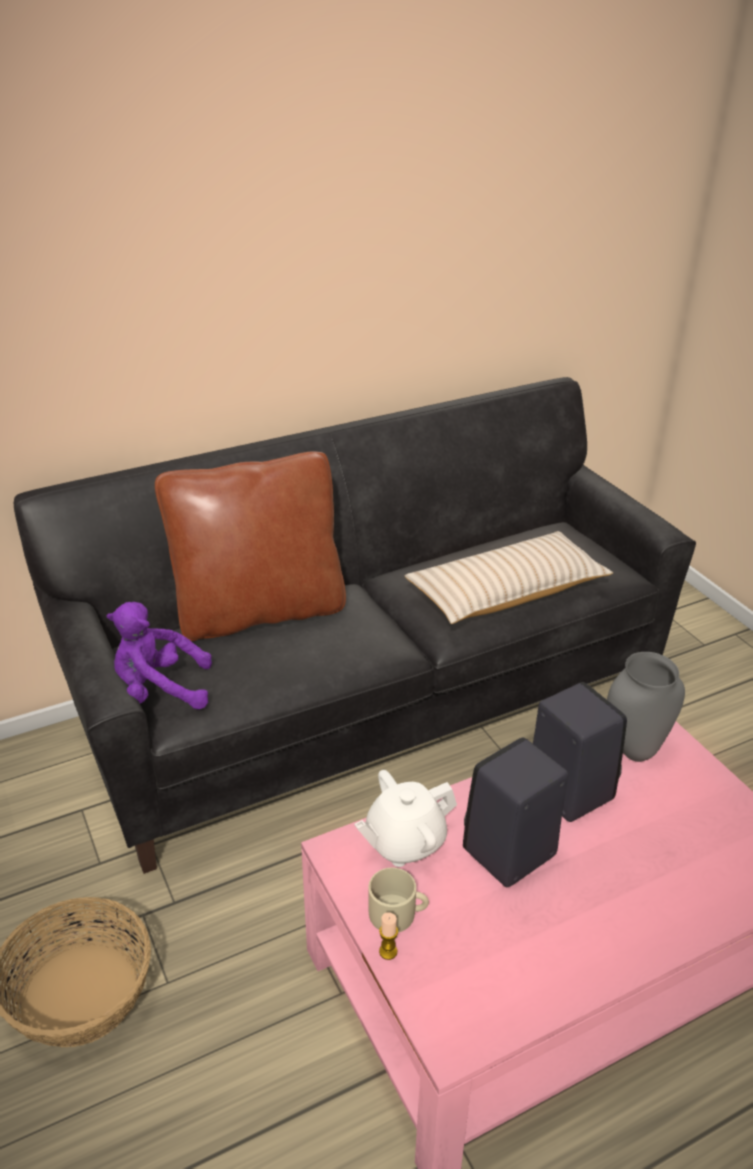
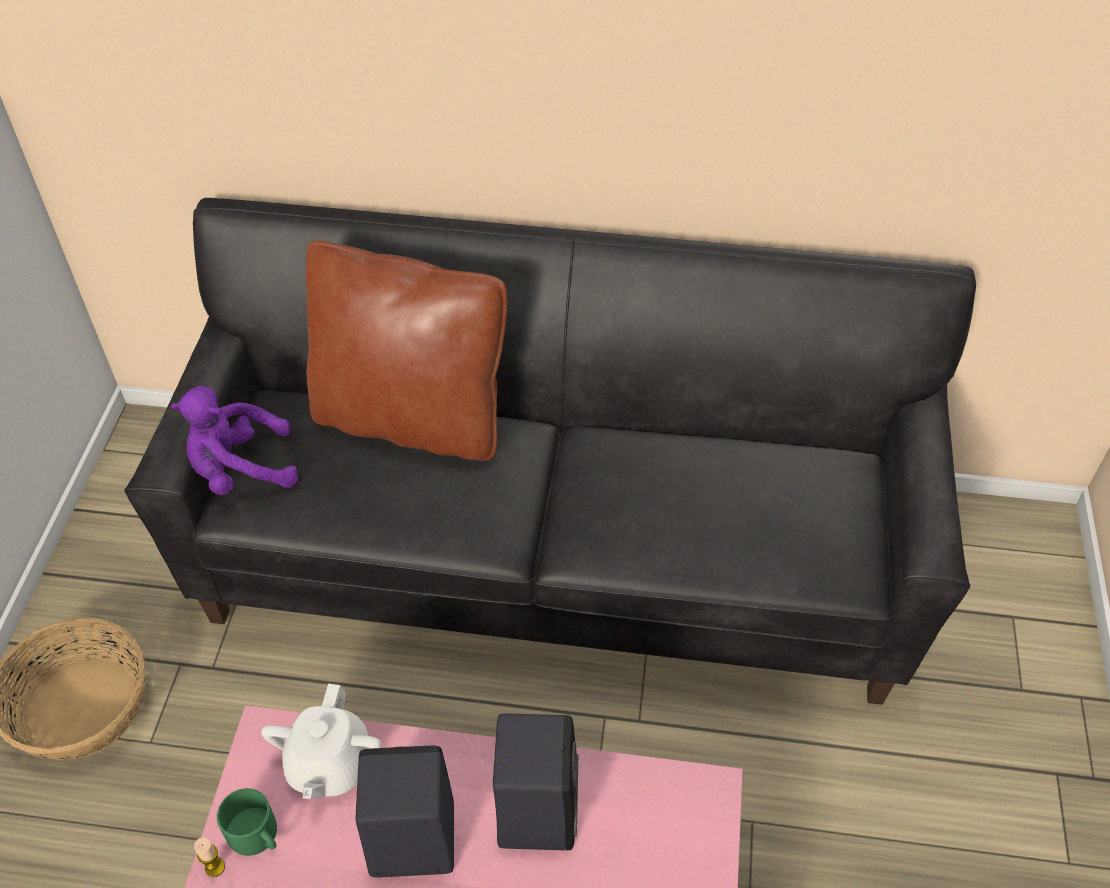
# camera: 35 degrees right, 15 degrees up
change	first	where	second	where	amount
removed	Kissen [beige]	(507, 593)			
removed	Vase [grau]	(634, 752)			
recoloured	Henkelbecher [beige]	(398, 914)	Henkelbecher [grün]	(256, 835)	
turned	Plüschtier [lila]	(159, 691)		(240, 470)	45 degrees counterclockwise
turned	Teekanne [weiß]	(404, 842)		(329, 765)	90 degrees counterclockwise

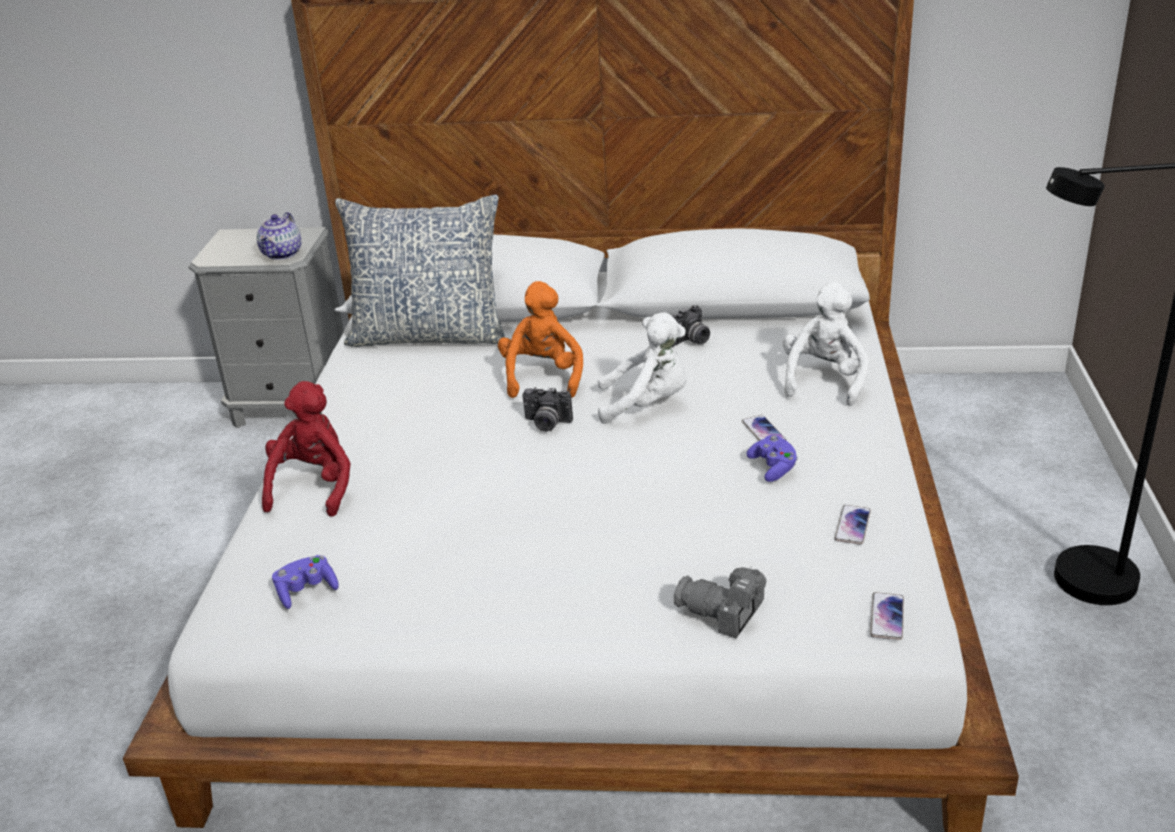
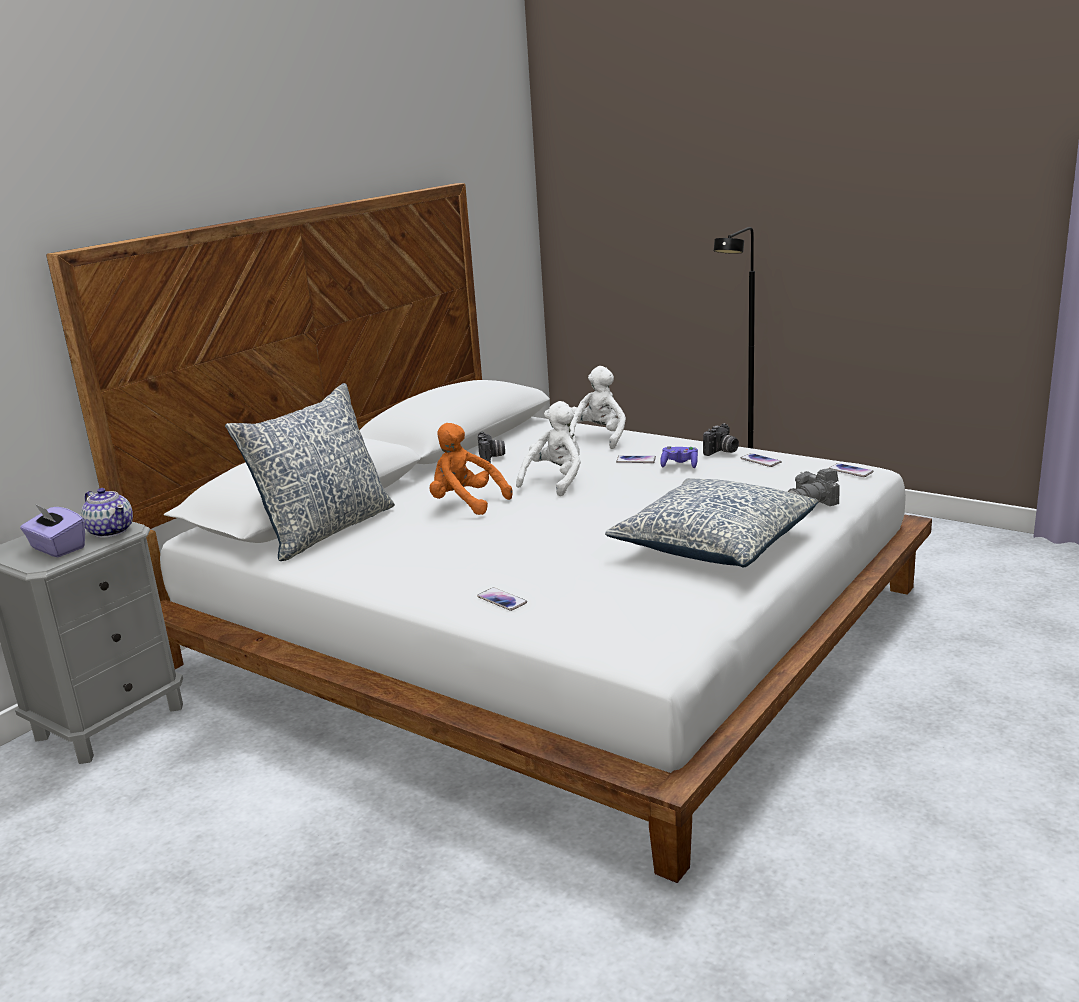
# camera: 60 degrees left, 10 degrees down
change	first	where	second	where	amount
removed	Gamepad [lila]	(306, 591)			
added			Taschentuchbox [lila]	(57, 548)	
added			Kissen	(714, 543)	
moved	Kamera	(546, 424)		(722, 452)	
replaced	Plüschtier [rot]	(314, 487)	Handy	(502, 600)	
turned	Plüschtier [weiß]	(824, 380)		(598, 438)	60 degrees clockwise

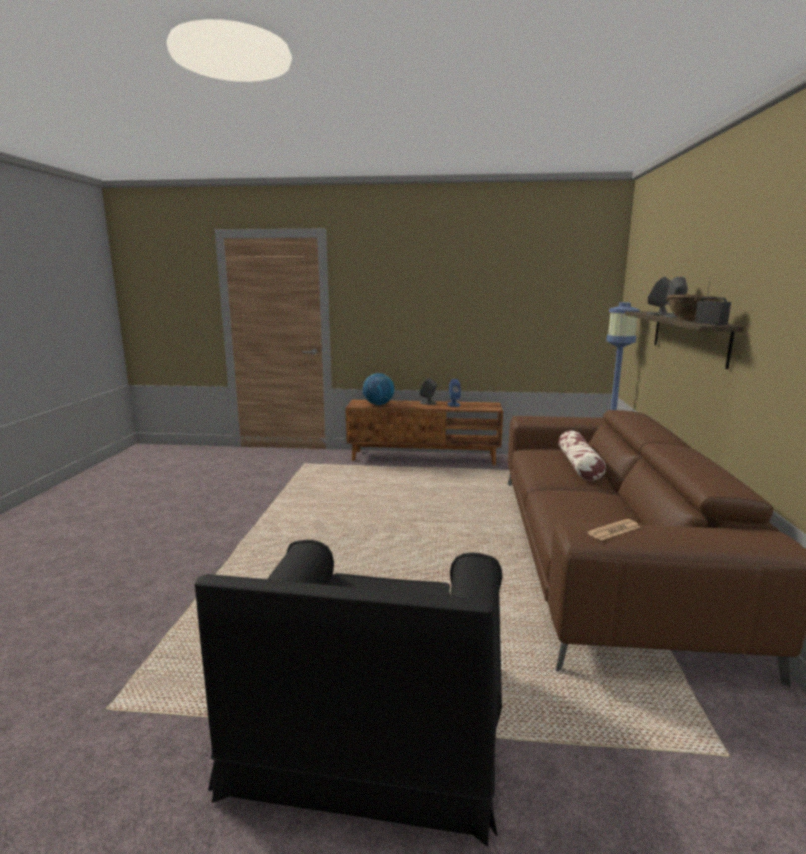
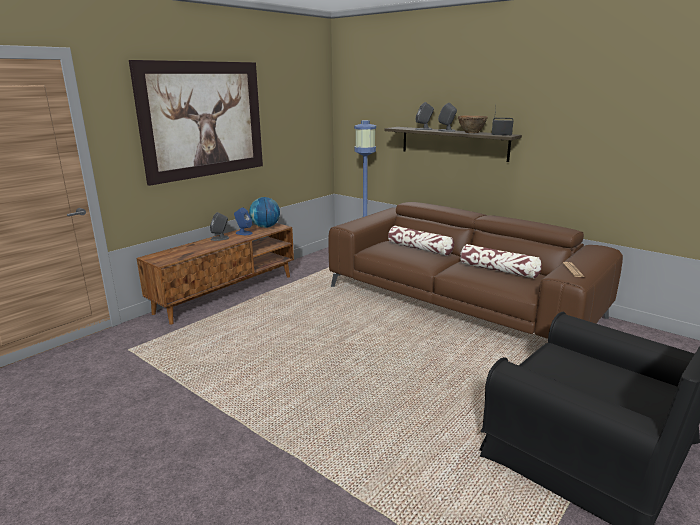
# camera: 55 degrees left, 5 degrees up
change	first	where	second	where	amount
added			Bild	(203, 120)	
added			Kissen	(498, 270)	
moved	Globus	(378, 404)		(265, 227)	

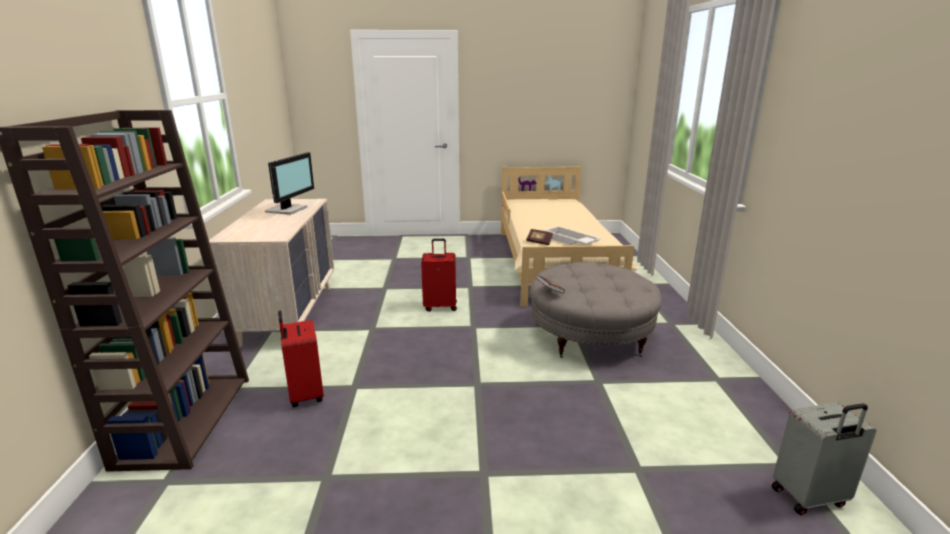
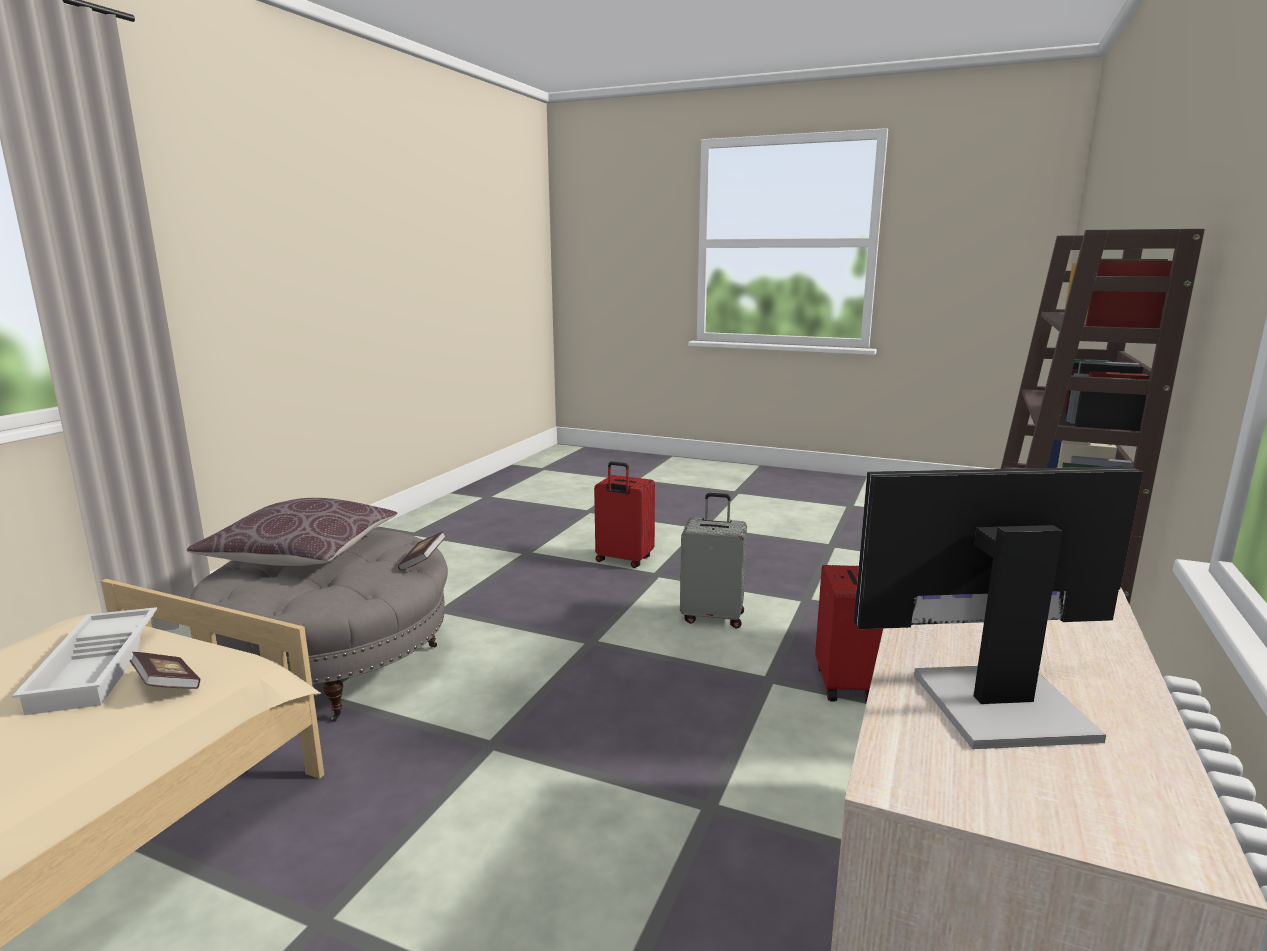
# camera: 155 degrees left, 5 degrees down
change	first	where	second	where	amount
added			Kissen [braun]	(302, 554)	
moved	Koffer [rot]	(440, 306)		(623, 560)	
moved	Koffer [grau]	(809, 498)		(713, 616)	
turned	Monitor	(288, 209)		(995, 702)	45 degrees clockwise

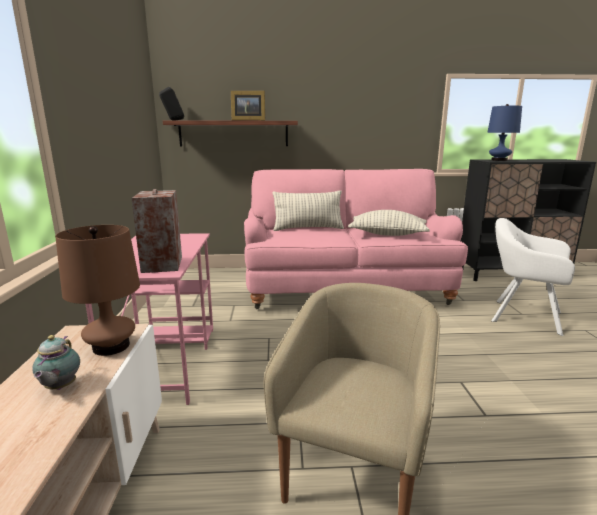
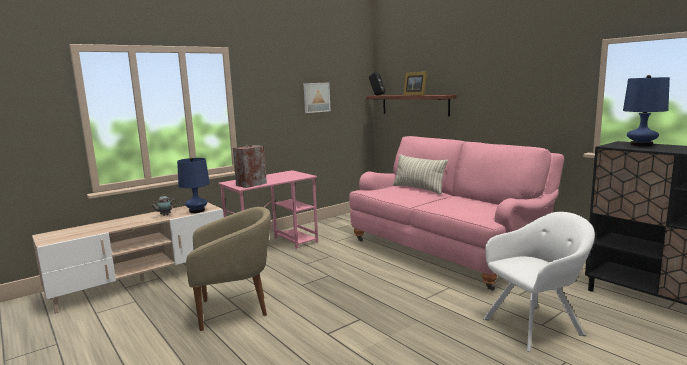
# camera: 55 degrees right, 5 degrees down
change	first	where	second	where	amount
removed	Kissen	(387, 234)			
added			Bild	(316, 97)	
recoloured	Tischlampe [braun]	(111, 346)	Tischlampe [blau]	(197, 211)	
turned	Sessel [weiß]	(522, 316)		(536, 325)	75 degrees clockwise

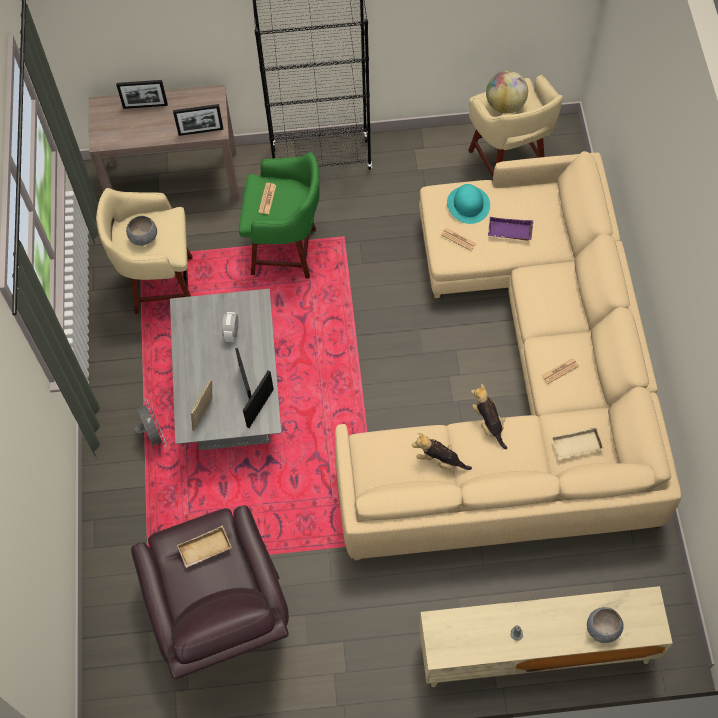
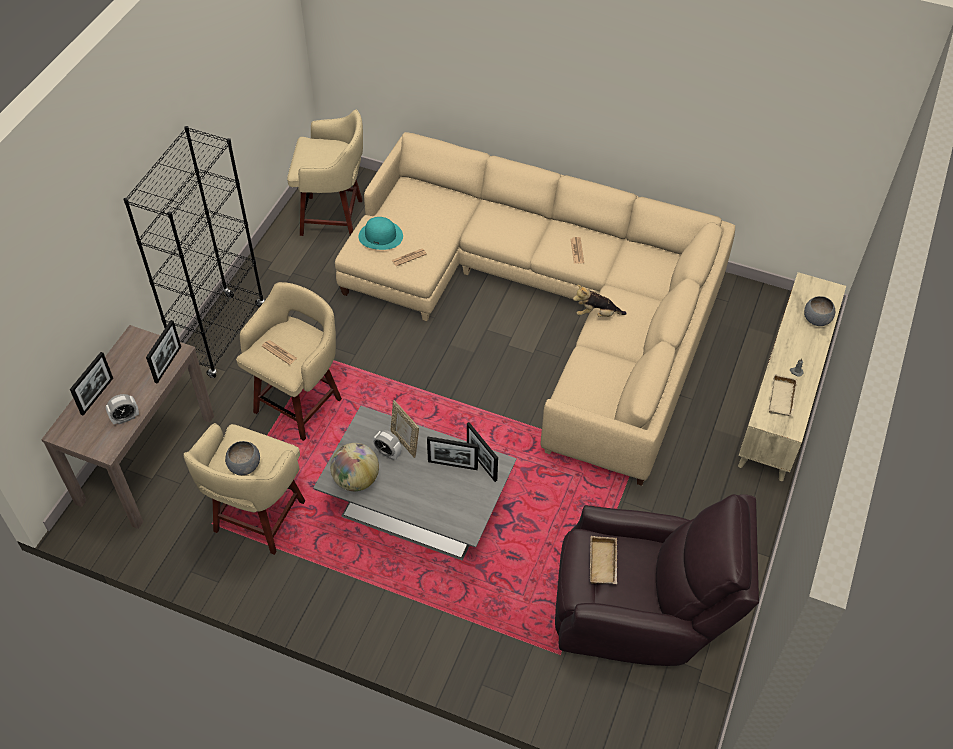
# camera: 65 degrees left, 10 degrees down
change	first	where	second	where	amount
removed	Ventilator [grau]	(153, 435)			
removed	Plüschtier	(440, 460)			
removed	Tablett [lila]	(509, 232)			
added			Wecker	(125, 418)	
moved	Bilderrahmen	(205, 415)		(405, 442)	
moved	Globus	(505, 105)		(356, 480)	
moved	Tablett [beige]	(576, 447)		(783, 399)	
recoloured	Hocker [grün]	(287, 251)	Hocker [beige]	(300, 403)	

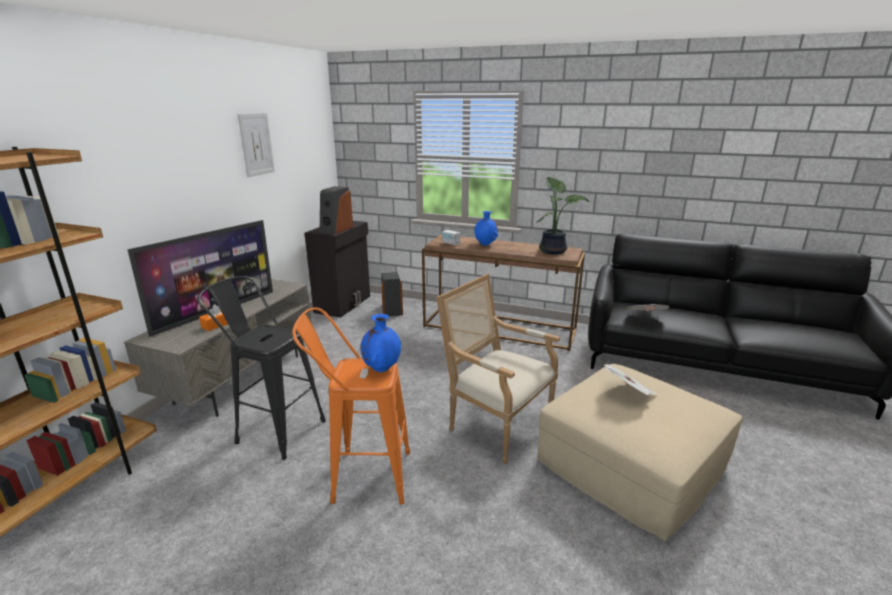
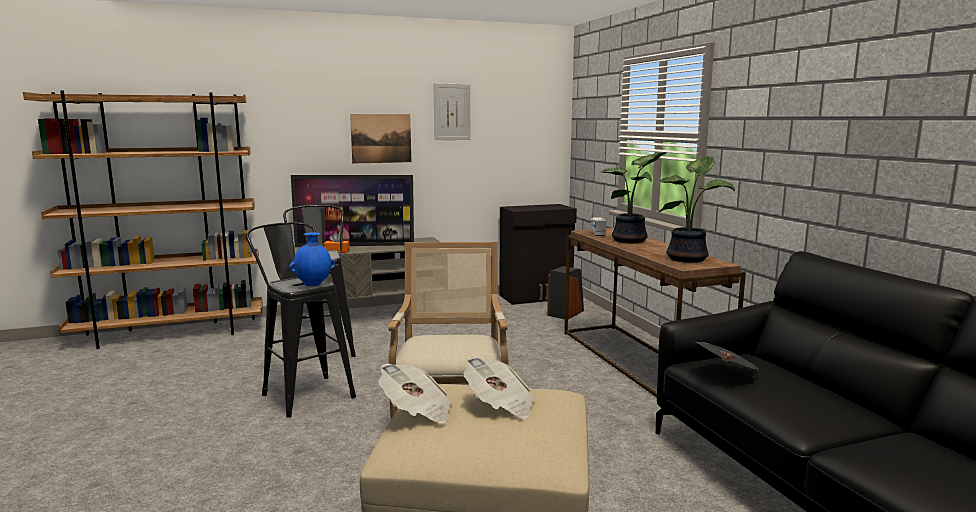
# camera: 50 degrees right, 10 degrees down
change	first	where	second	where	amount
removed	Lautsprecher	(336, 230)			
added			Bild	(381, 138)	
added			Zeitung	(417, 411)	
replaced	Vase [blau]	(485, 244)	Topfpflanze	(631, 241)	
recoloured	Hocker [orange]	(362, 476)	Hocker [schwarz]	(305, 393)	

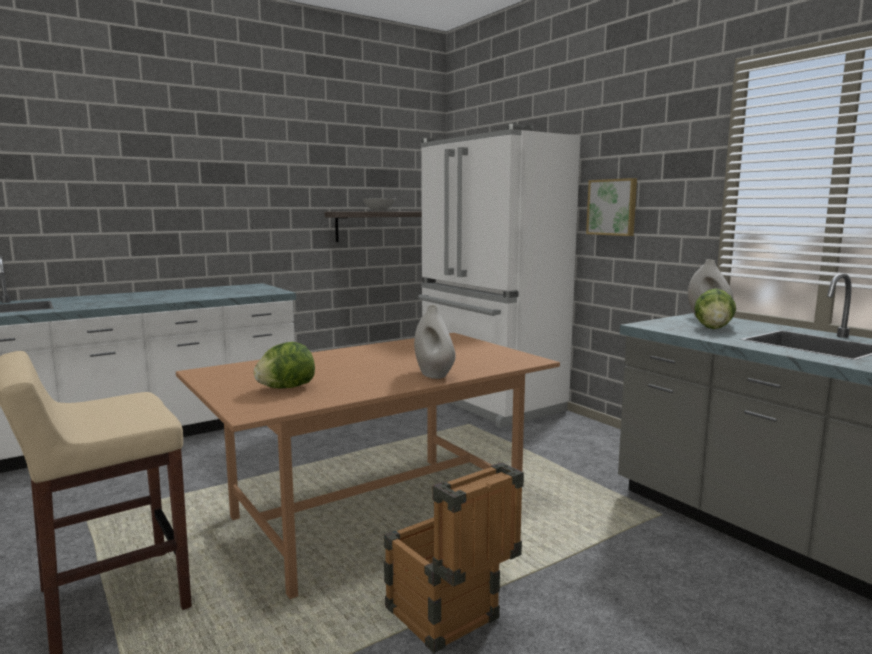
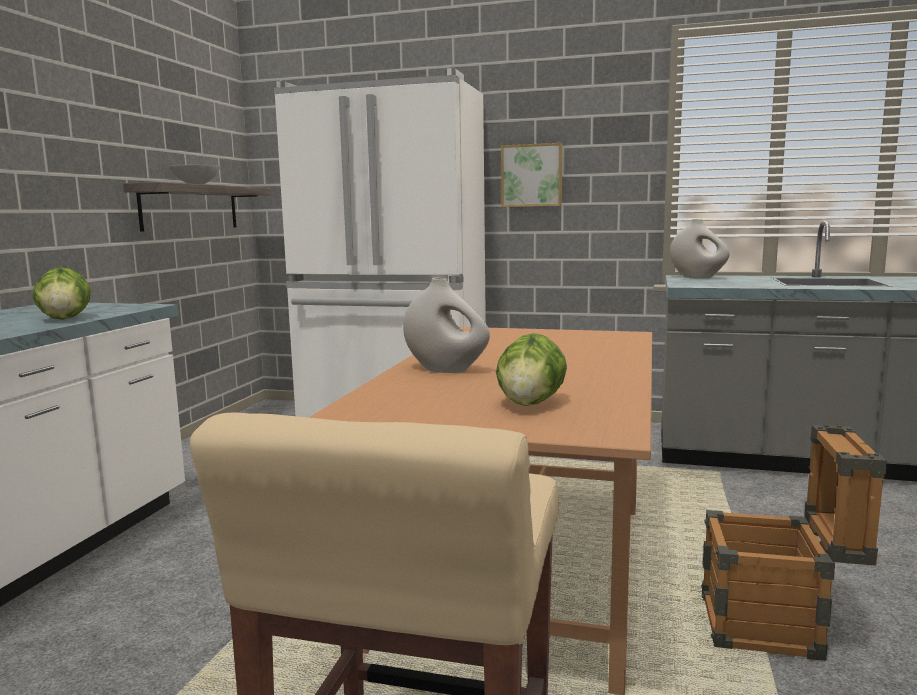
# camera: 40 degrees left, 0 degrees up
change	first	where	second	where	amount
moved	Vase [weiß]	(434, 375)		(446, 370)	
moved	Salatkopf	(713, 328)		(65, 319)	

